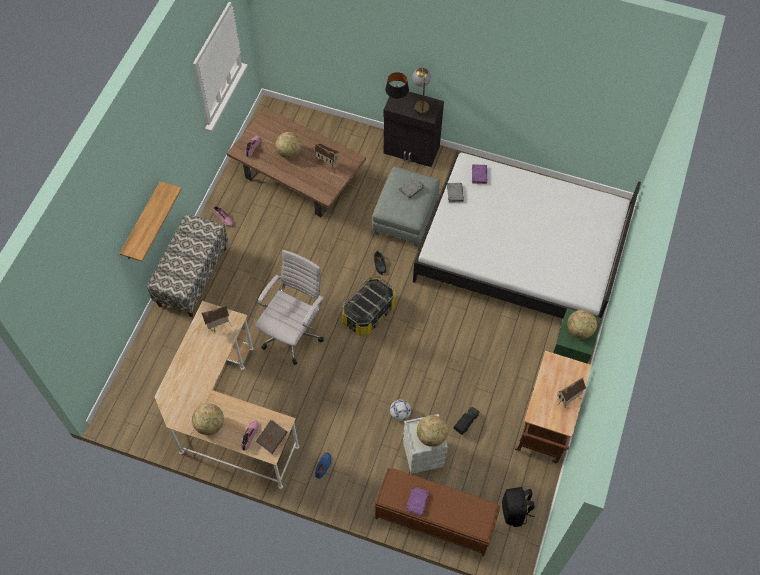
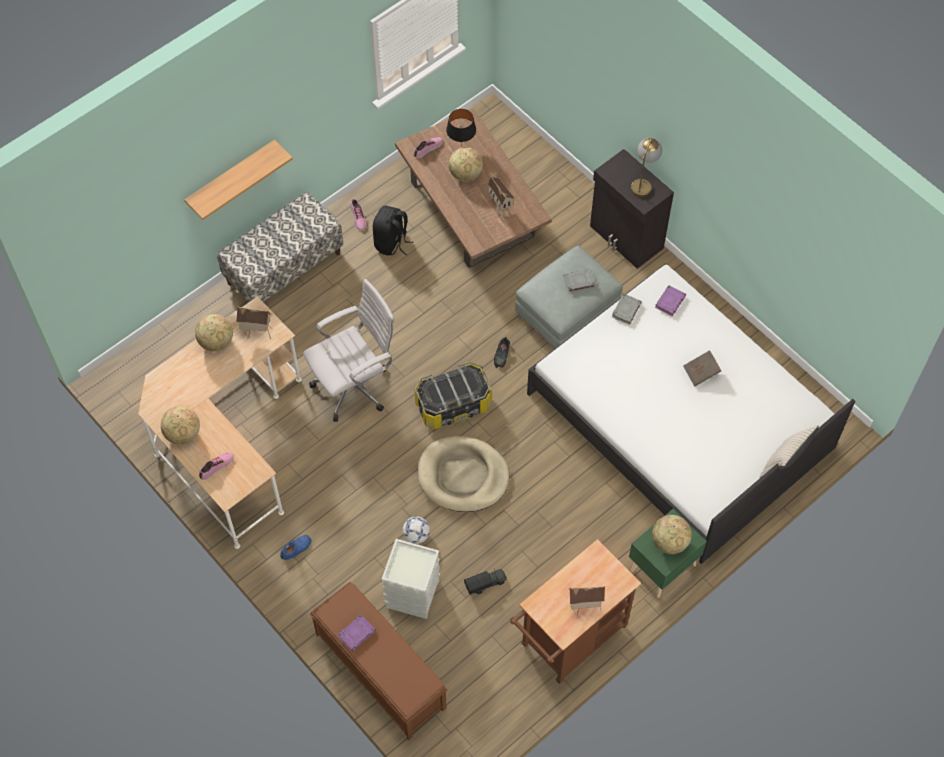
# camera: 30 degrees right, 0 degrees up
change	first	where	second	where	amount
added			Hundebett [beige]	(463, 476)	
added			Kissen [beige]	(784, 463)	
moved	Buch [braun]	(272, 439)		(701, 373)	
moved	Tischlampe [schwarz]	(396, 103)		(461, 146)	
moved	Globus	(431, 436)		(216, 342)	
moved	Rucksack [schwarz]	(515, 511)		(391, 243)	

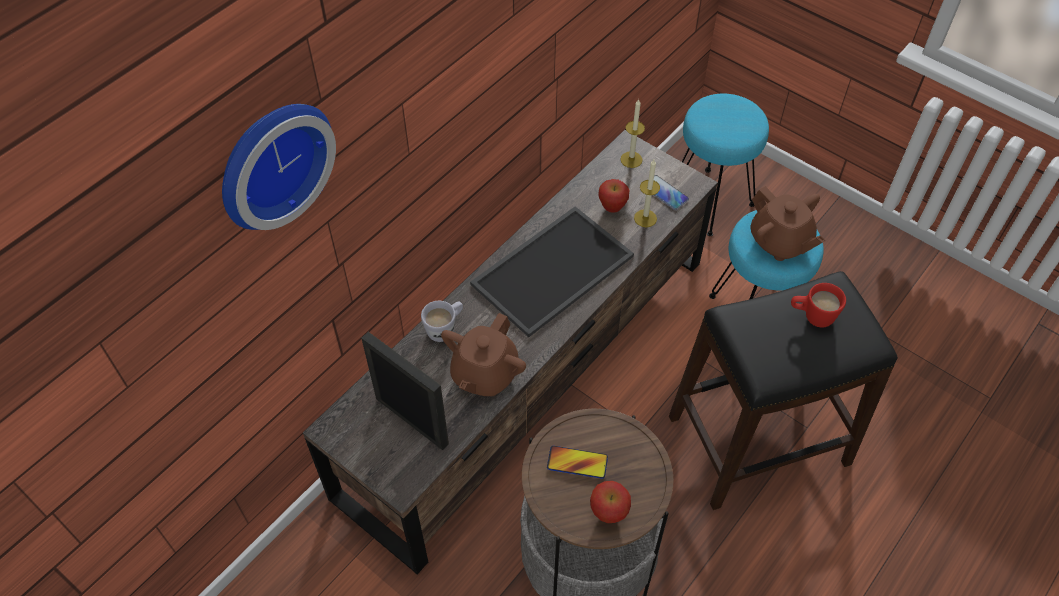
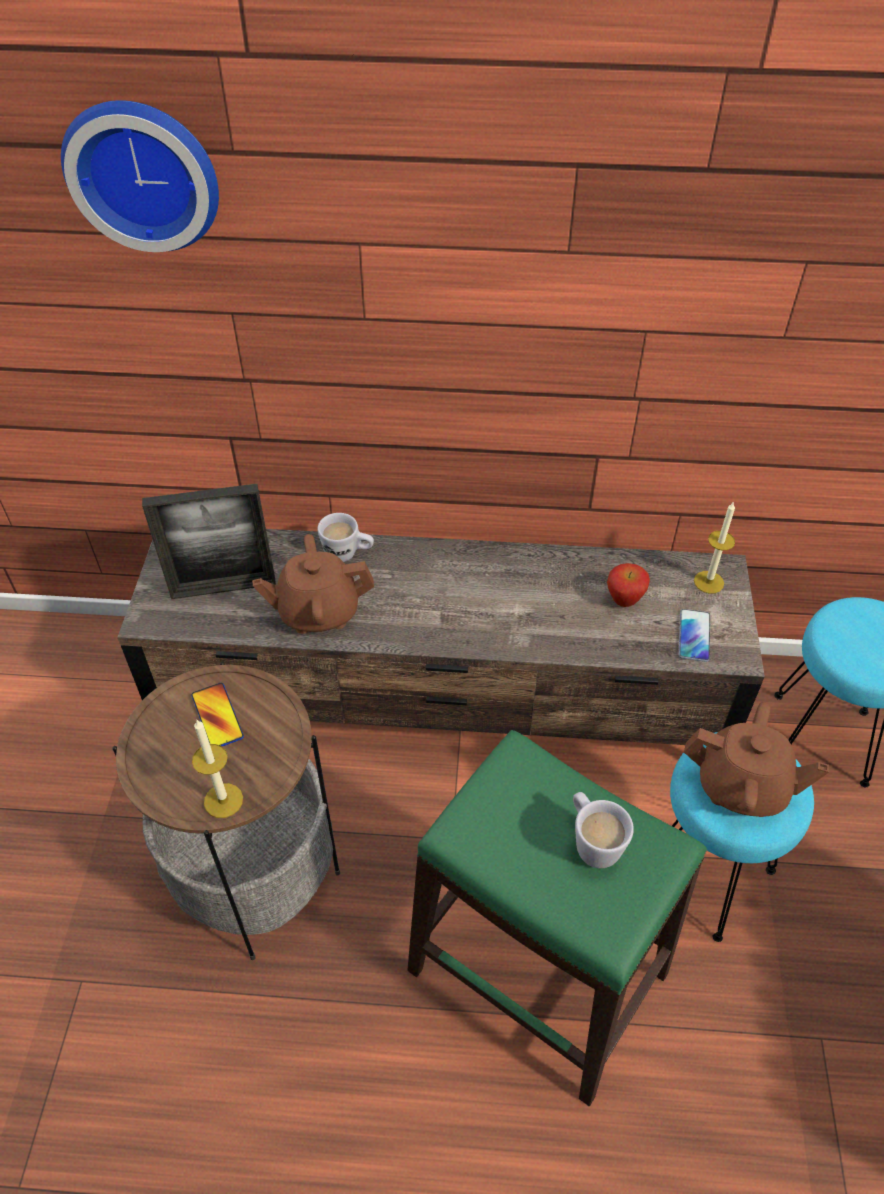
# camera: 55 degrees right, 5 degrees down
change	first	where	second	where	amount
removed	Tablett	(552, 268)			
removed	Apfel	(608, 514)			
moved	Kerze	(645, 218)		(223, 800)	
recoloured	Hocker [schwarz]	(757, 439)	Hocker [grün]	(537, 970)	
recoloured	Henkelbecher [rot]	(812, 316)	Henkelbecher [weiß]	(592, 841)	
turned	Bilderrahmen	(412, 421)		(223, 588)	75 degrees clockwise
turned	Teekanne [braun]	(780, 242)		(742, 787)	90 degrees counterclockwise

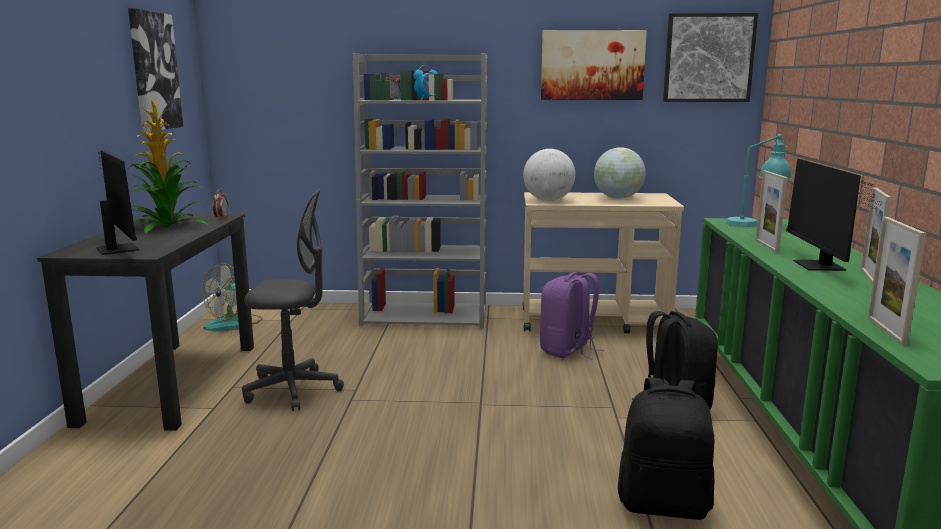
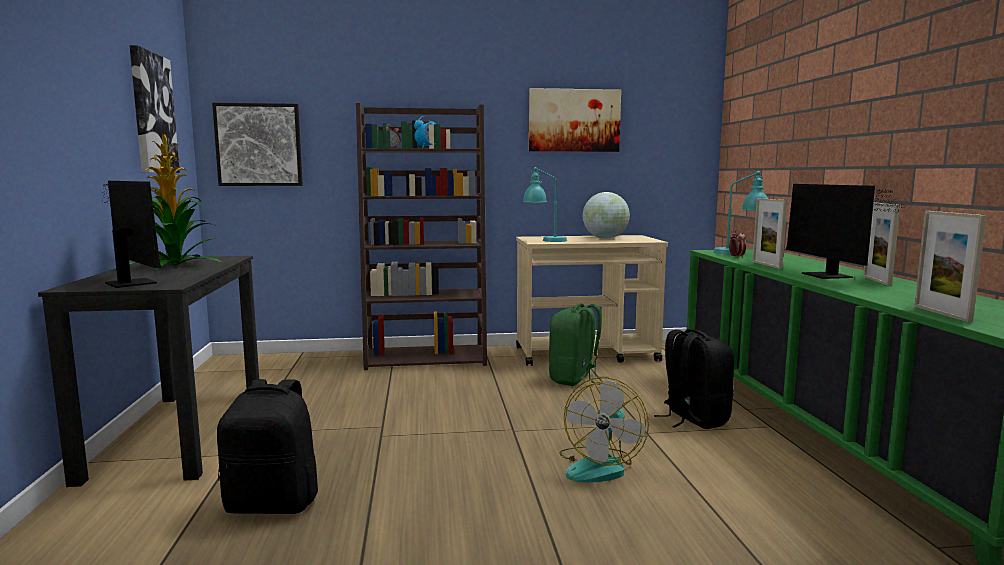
# camera: 10 degrees left, 5 degrees down
change	first	where	second	where	amount
removed	Bürostuhl [grau]	(293, 390)			
moved	Ventilator	(234, 323)		(600, 466)	
moved	Wecker	(221, 218)		(736, 257)	
moved	Rucksack [schwarz]	(664, 504)		(273, 503)	
moved	Bild	(708, 58)		(259, 145)	
replaced	Globus	(548, 200)	Tischlampe [türkis]	(544, 241)	
recoloured	Bücherregal [grau]	(426, 316)	Bücherregal [braun]	(427, 358)	
recoloured	Rucksack [lila]	(568, 350)	Rucksack [grün]	(574, 379)	

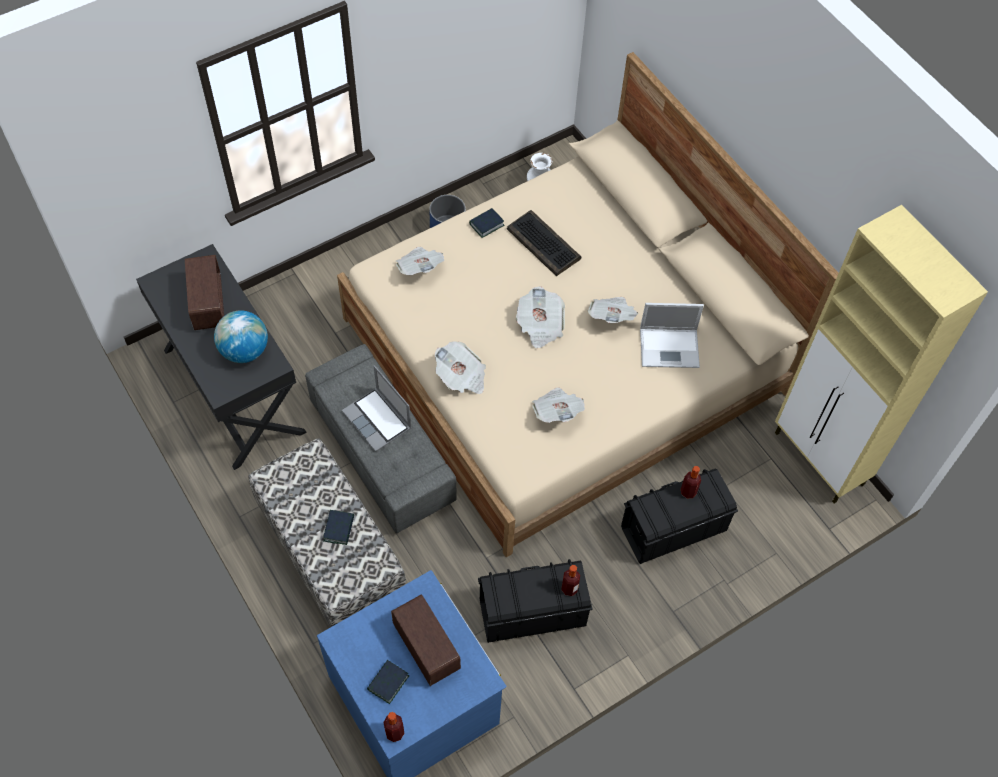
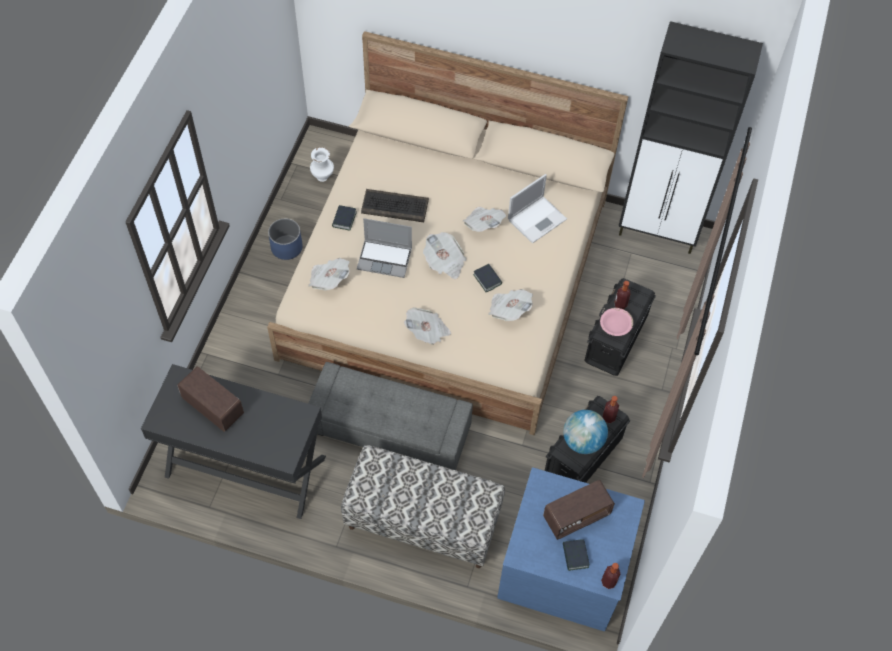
# camera: 40 degrees left, 0 degrees up
change	first	where	second	where	amount
added			Schüssel [rosa]	(615, 326)	
moved	Globus	(244, 350)		(582, 441)	
moved	Buch	(339, 529)		(487, 279)	
moved	Laptop	(378, 420)		(385, 258)	
recoloured	Schrank [beige]	(819, 460)	Schrank [schwarz]	(658, 233)	
turned	Radio	(426, 647)		(576, 516)	135 degrees clockwise

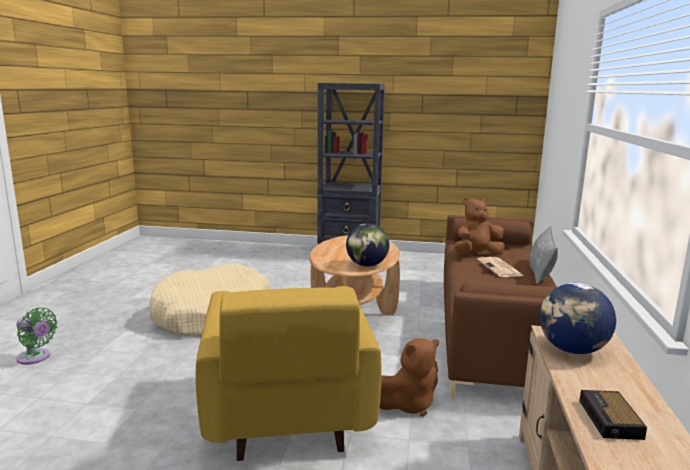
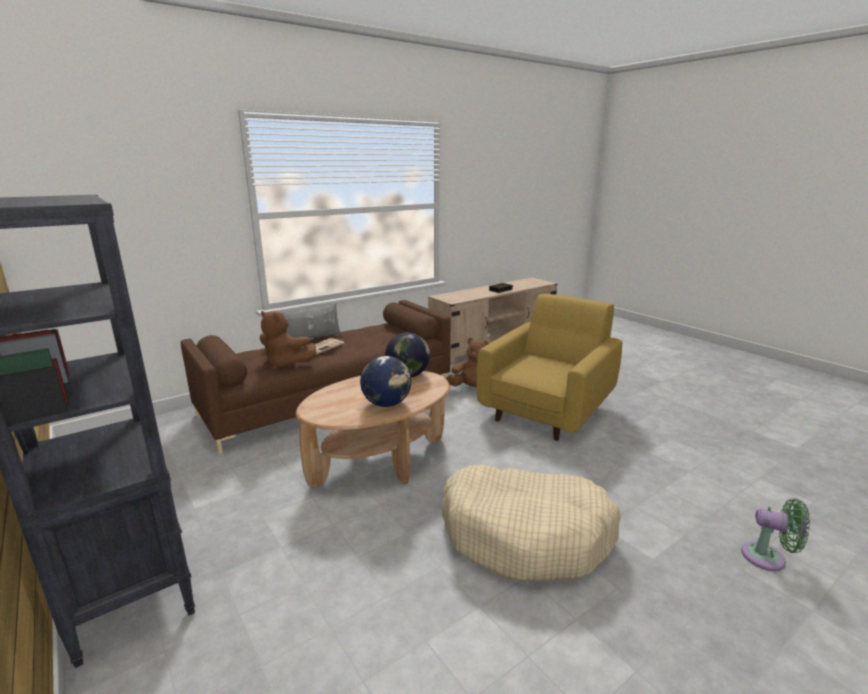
# camera: 135 degrees left, 5 degrees up
change	first	where	second	where	amount
moved	Globus	(572, 350)		(387, 404)	
turned	Ventilator [grün]	(36, 358)		(768, 558)	135 degrees clockwise

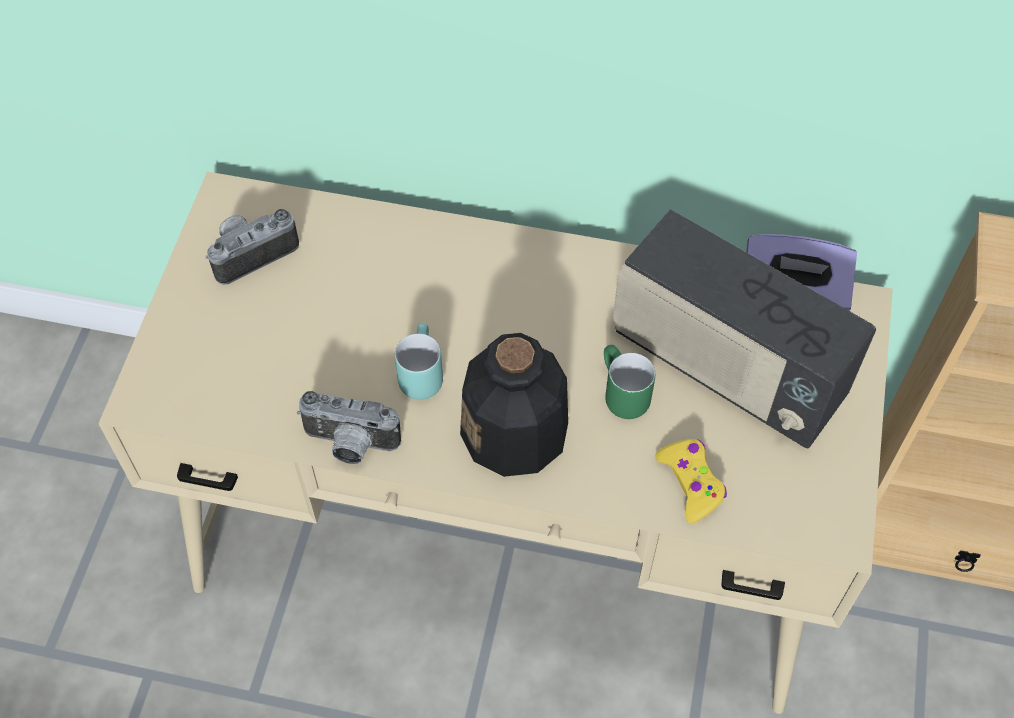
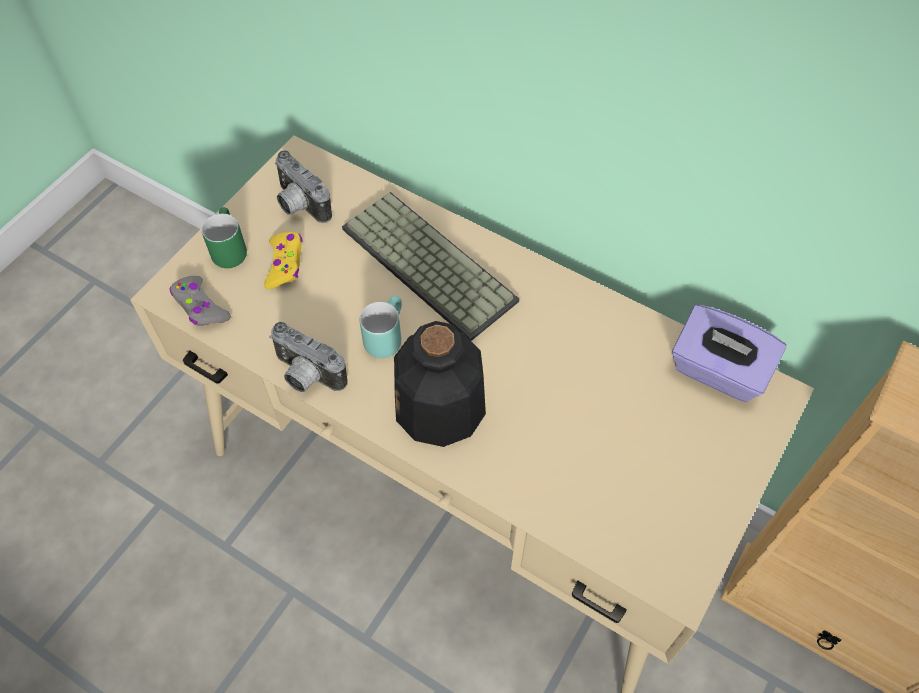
# camera: 20 degrees right, 0 degrees up
change	first	where	second	where	amount
removed	Radio	(725, 368)			
added			Gamepad [grau]	(200, 307)	
added			Tastatur	(424, 265)	
moved	Henkelbecher [grün]	(619, 394)		(227, 249)	
moved	Gamepad [gelb]	(691, 482)		(285, 264)	
turned	Kamera	(252, 253)		(299, 205)	120 degrees counterclockwise

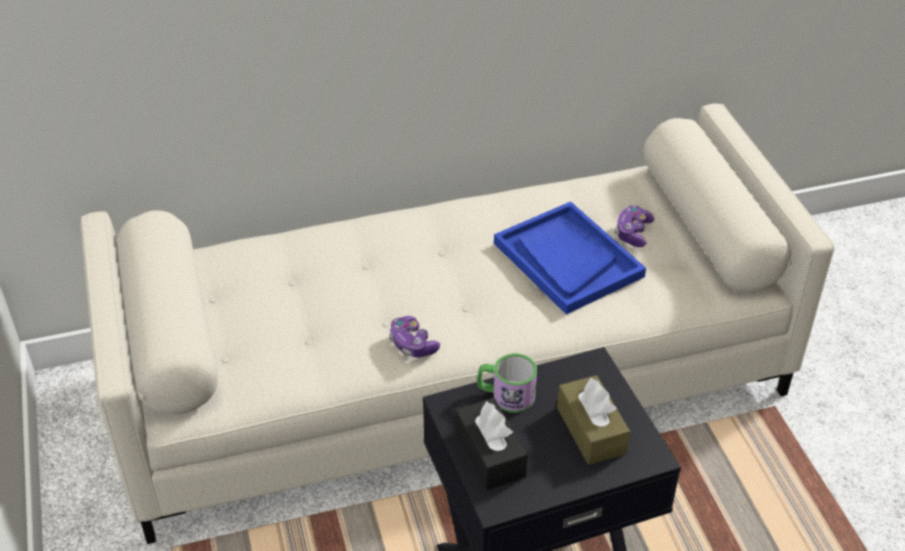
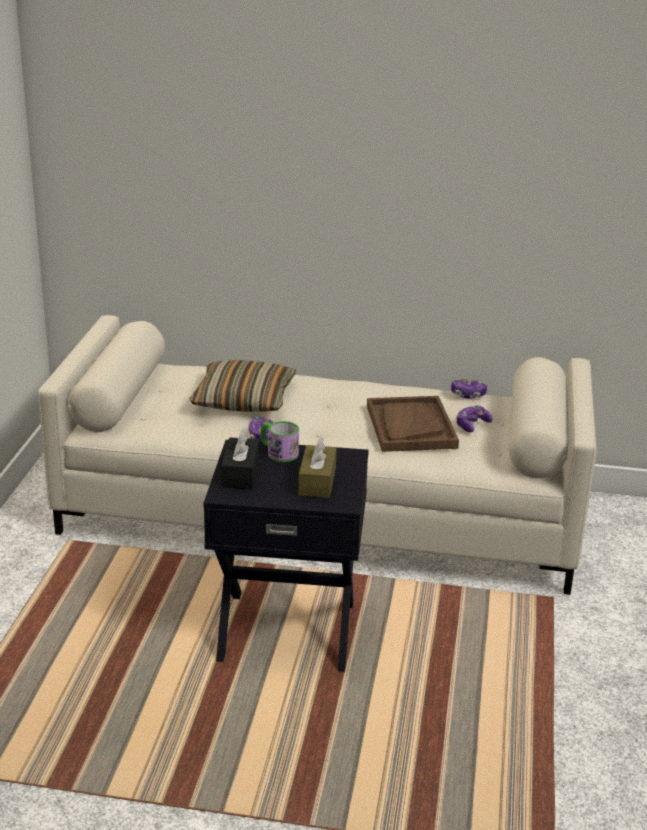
# camera: 25 degrees right, 15 degrees down
change	first	where	second	where	amount
added			Kissen	(243, 400)	
added			Gamepad	(468, 394)	
recoloured	Tablett [blau]	(567, 260)	Tablett [braun]	(410, 426)	

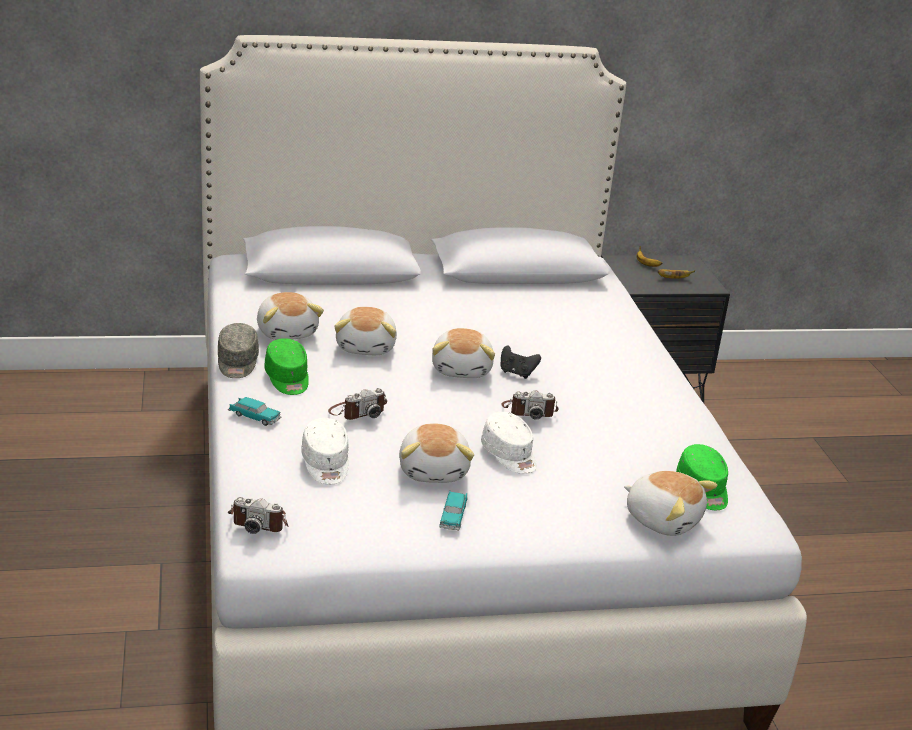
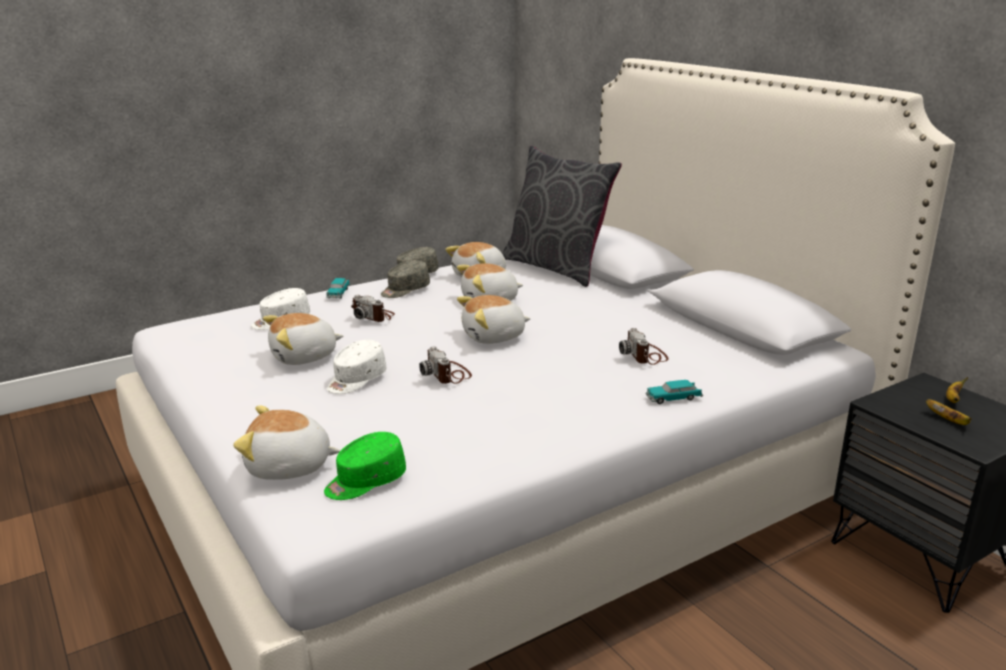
# camera: 70 degrees right, 5 degrees down
change	first	where	second	where	amount
removed	Gamepad [schwarz]	(517, 373)			
added			Kissen [grau]	(556, 268)	
moved	Kamera	(259, 521)		(645, 356)	
moved	Spielzeugauto	(453, 516)		(673, 398)	
recoloured	Kappe [grün]	(287, 379)	Kappe [grau]	(405, 290)	
turned	Plüschtier	(663, 519)		(289, 467)	75 degrees clockwise

